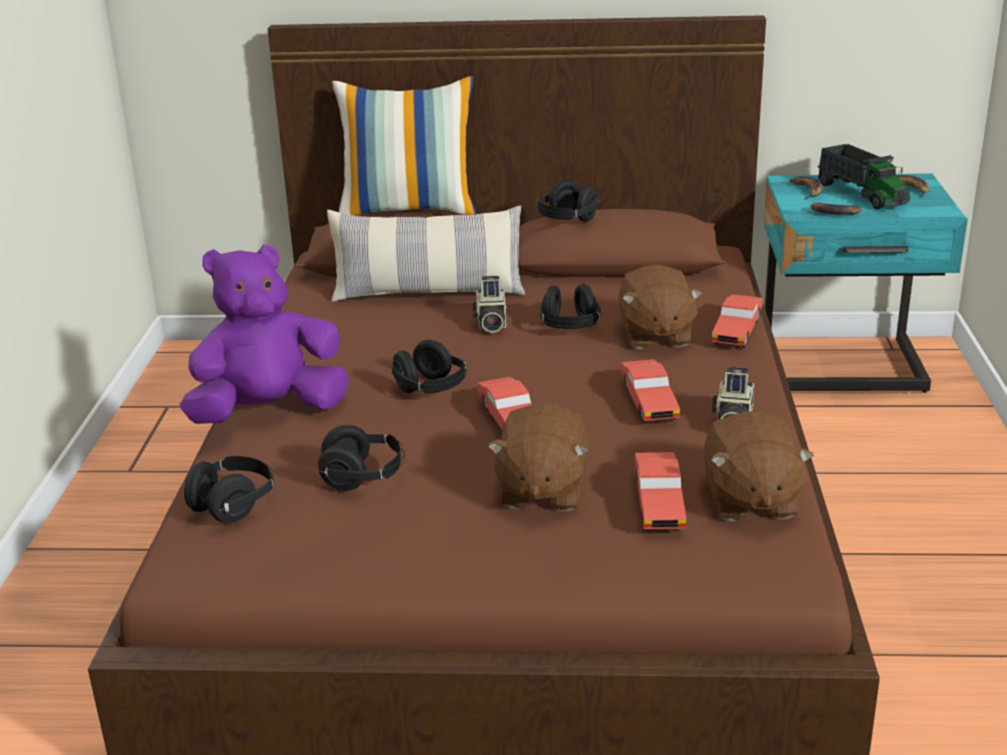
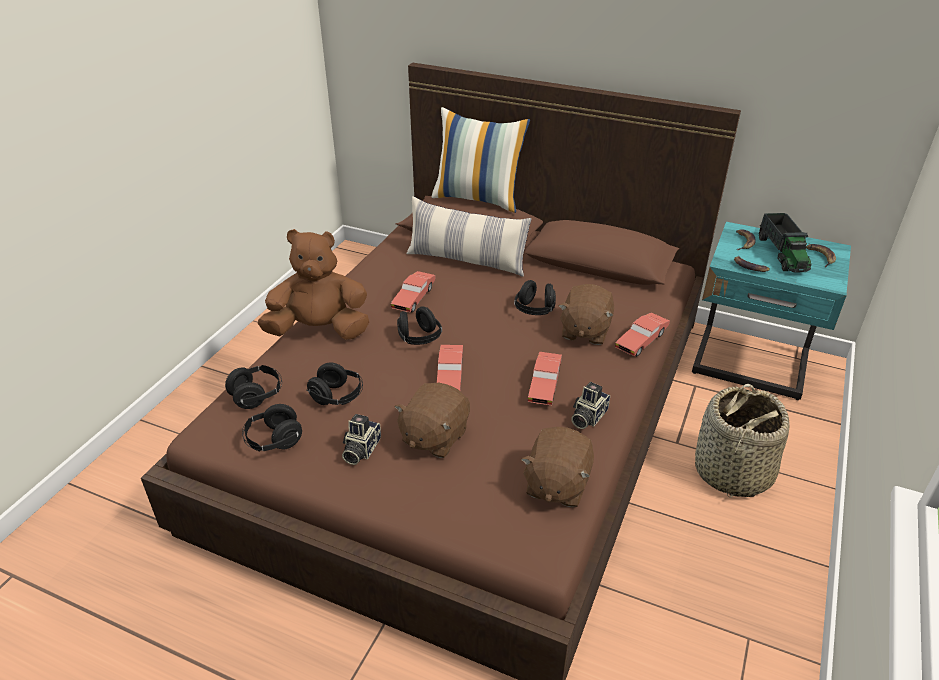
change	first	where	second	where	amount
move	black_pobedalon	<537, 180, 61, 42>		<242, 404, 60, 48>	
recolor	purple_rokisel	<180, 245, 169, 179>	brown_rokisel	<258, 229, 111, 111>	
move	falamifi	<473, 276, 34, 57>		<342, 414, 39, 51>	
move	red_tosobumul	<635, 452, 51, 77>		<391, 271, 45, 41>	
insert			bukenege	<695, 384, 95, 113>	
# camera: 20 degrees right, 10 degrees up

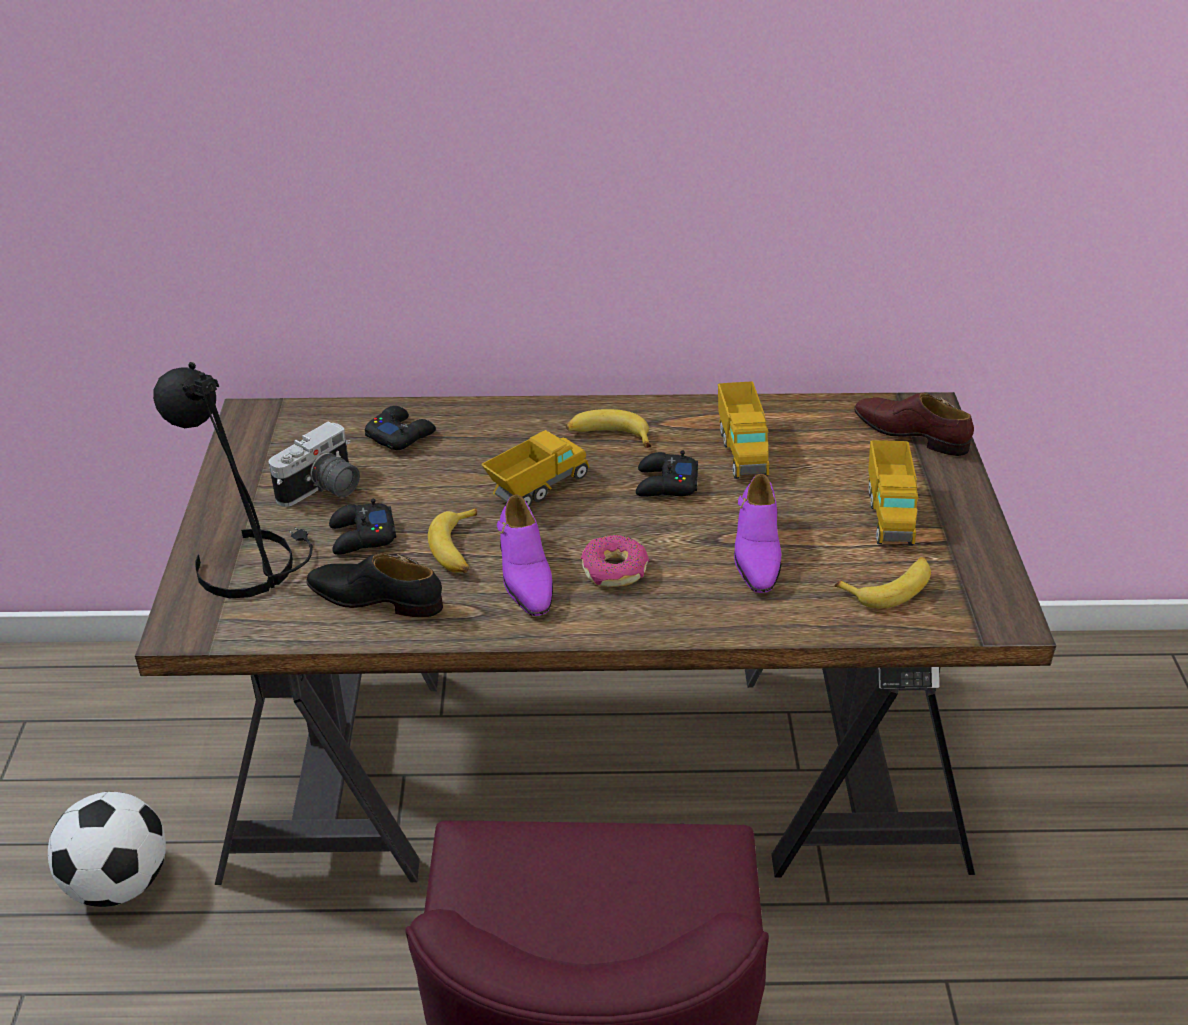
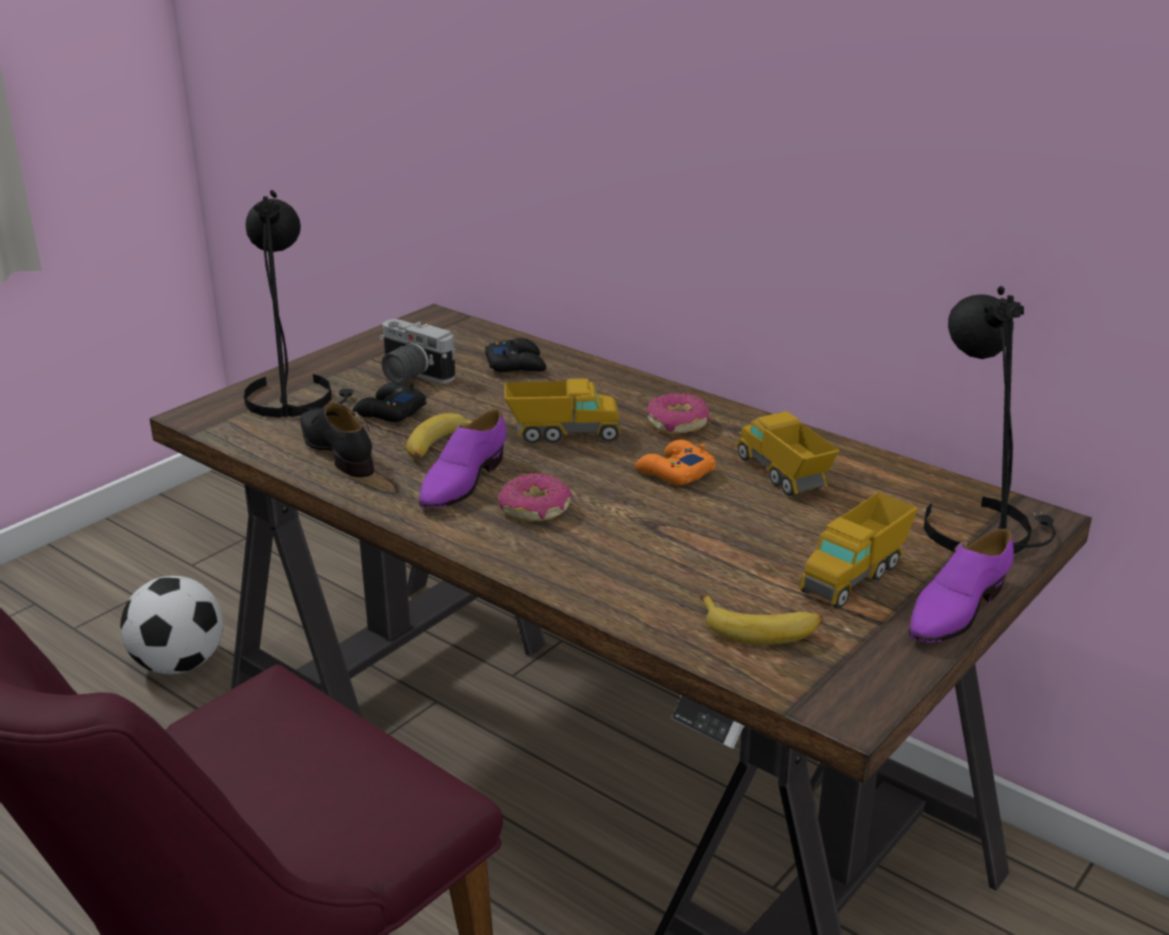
change	first	where	second	where	amount
rotate	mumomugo	<718, 382, 51, 97>		<737, 411, 103, 85>	120 degrees clockwise
replace	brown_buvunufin	<854, 393, 120, 63>	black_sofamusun	<924, 286, 132, 268>	
replace	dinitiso	<566, 409, 85, 39>	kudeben	<647, 393, 63, 42>	
rotate	falamifi	<269, 422, 91, 85>		<380, 319, 75, 65>	45 degrees clockwise
recolor	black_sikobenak	<636, 451, 62, 46>	orange_sikobenak	<635, 440, 81, 45>	
move	purple_buvunufin	<734, 474, 47, 119>		<908, 529, 106, 113>	
# camera: 40 degrees right, 10 degrees down

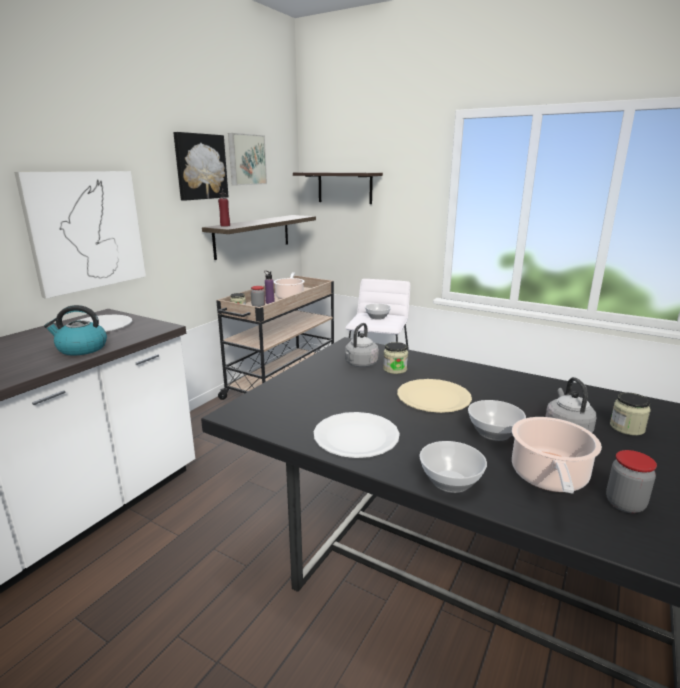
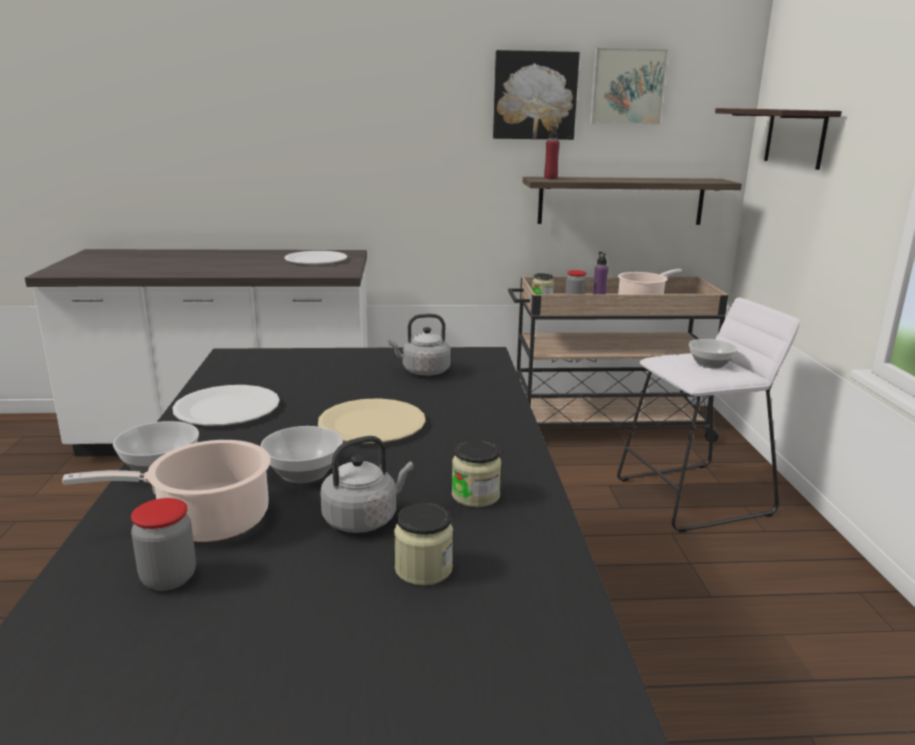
change	first	where	second	where	amount
delete	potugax	<14, 171, 132, 127>			
delete	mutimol	<44, 305, 63, 51>			
move	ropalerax	<383, 342, 25, 32>		<452, 440, 50, 67>	
# camera: 55 degrees right, 0 degrees up

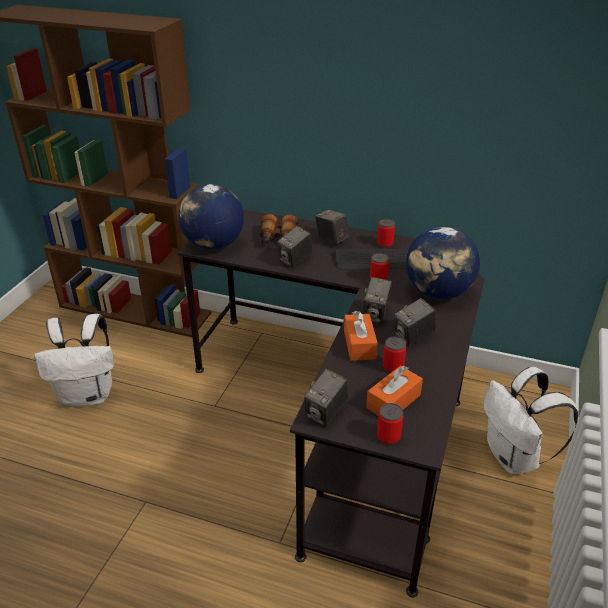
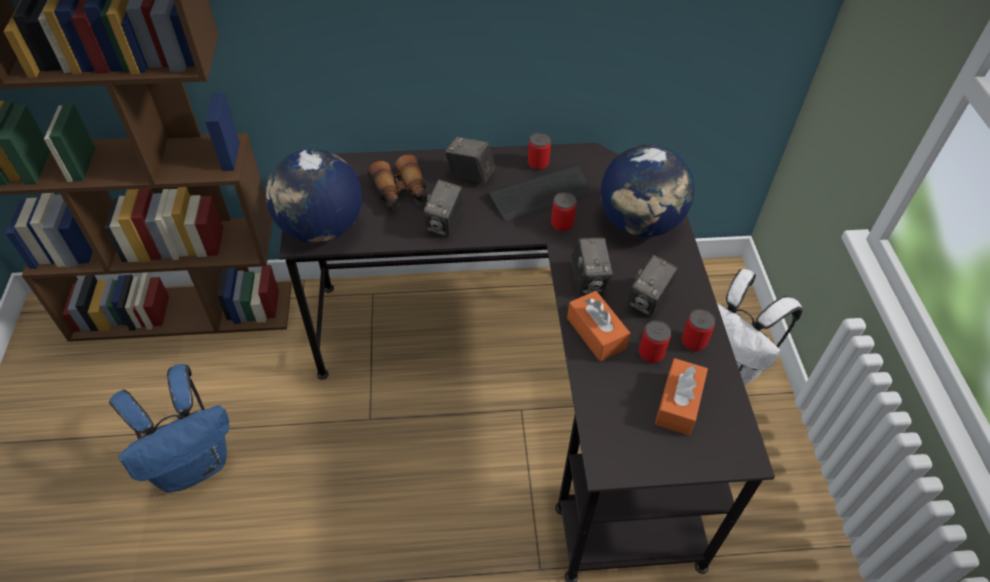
change	first	where	second	where	amount
recolor	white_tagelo	<34, 314, 80, 93>	blue_tagelo	<109, 364, 121, 128>	
delete	falamifi	<304, 369, 44, 58>			
move	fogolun	<377, 403, 27, 42>		<682, 309, 33, 43>	
# camera: 25 degrees left, 15 degrees up

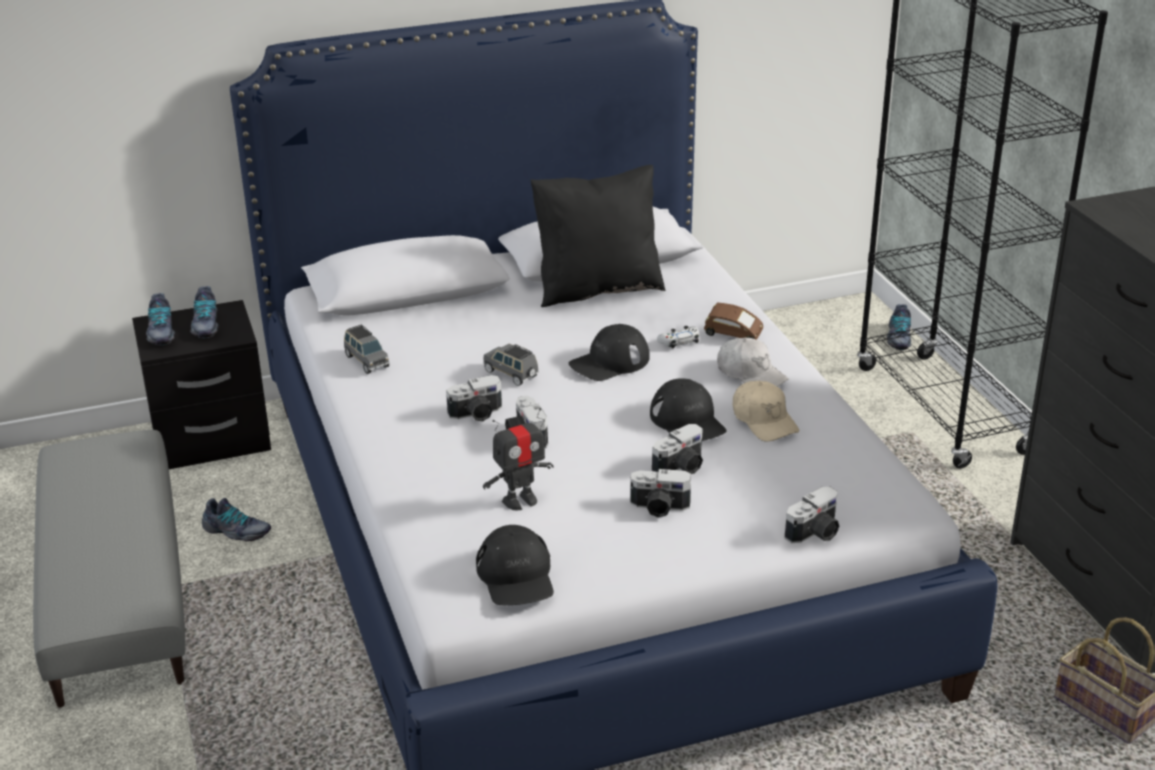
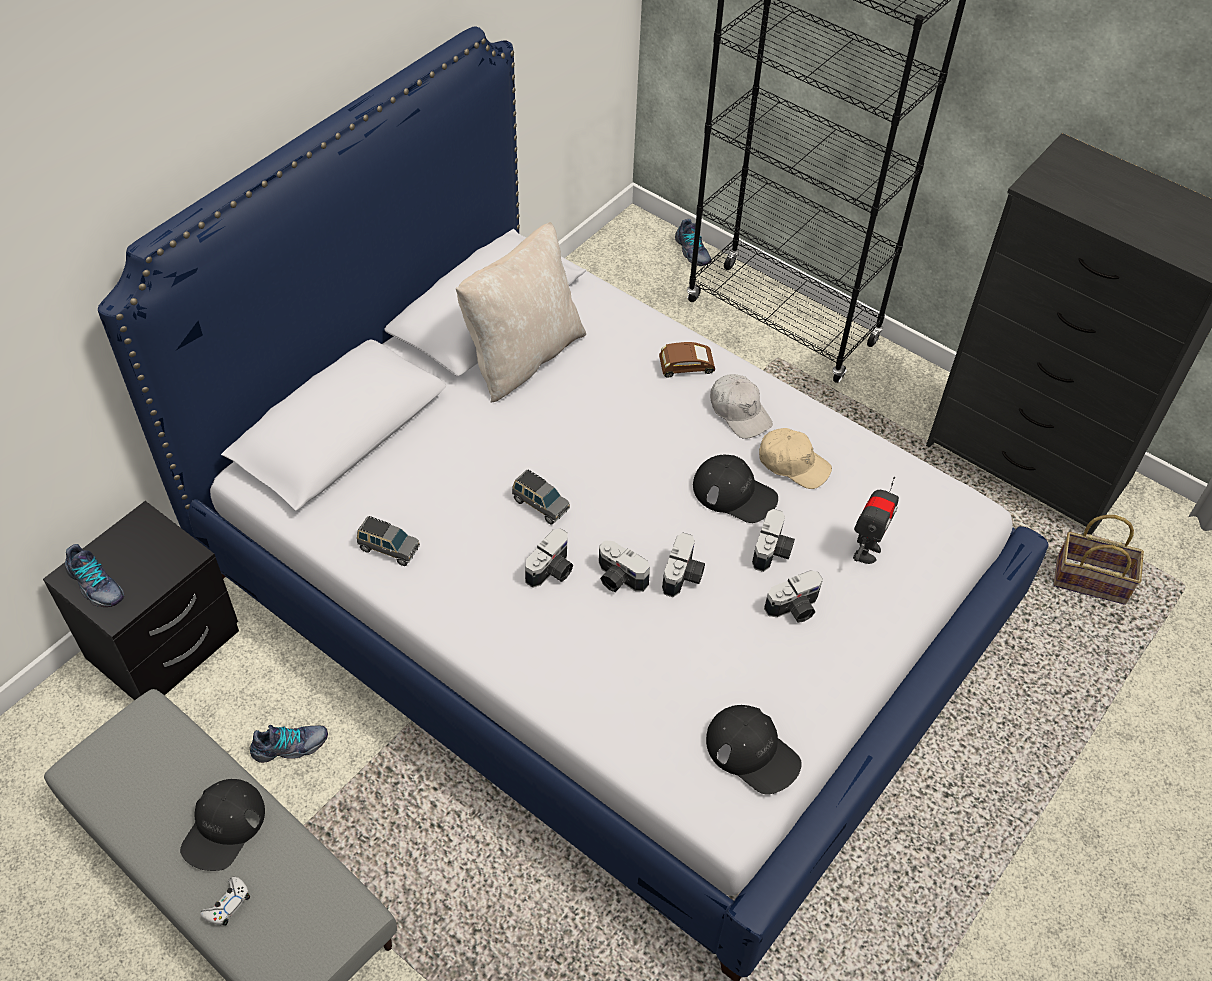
change	first	where	second	where	amount
recolor	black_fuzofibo	<531, 165, 134, 142>	beige_fuzofibo	<456, 222, 130, 181>	
delete	buvunufin	<190, 286, 29, 52>			
move	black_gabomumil	<569, 324, 81, 57>		<180, 779, 85, 92>	
move	white_sikobenak	<657, 326, 42, 22>		<200, 877, 50, 49>	
rotate	white_gabomumil	<717, 337, 71, 50>		<710, 374, 63, 65>	45 degrees clockwise
rotate	grey_tosobumul	<483, 343, 56, 43>		<512, 469, 58, 56>	150 degrees counterclockwise
move	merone	<483, 408, 71, 102>		<853, 477, 46, 87>	
move	falamifi	<784, 487, 55, 56>		<662, 533, 43, 64>	
# camera: 35 degrees left, 20 degrees up

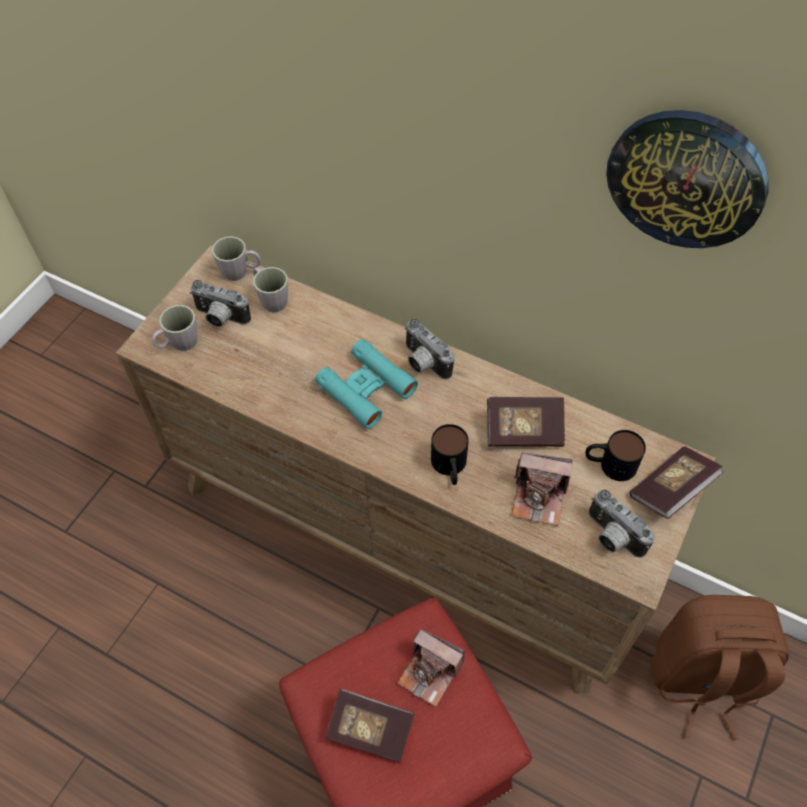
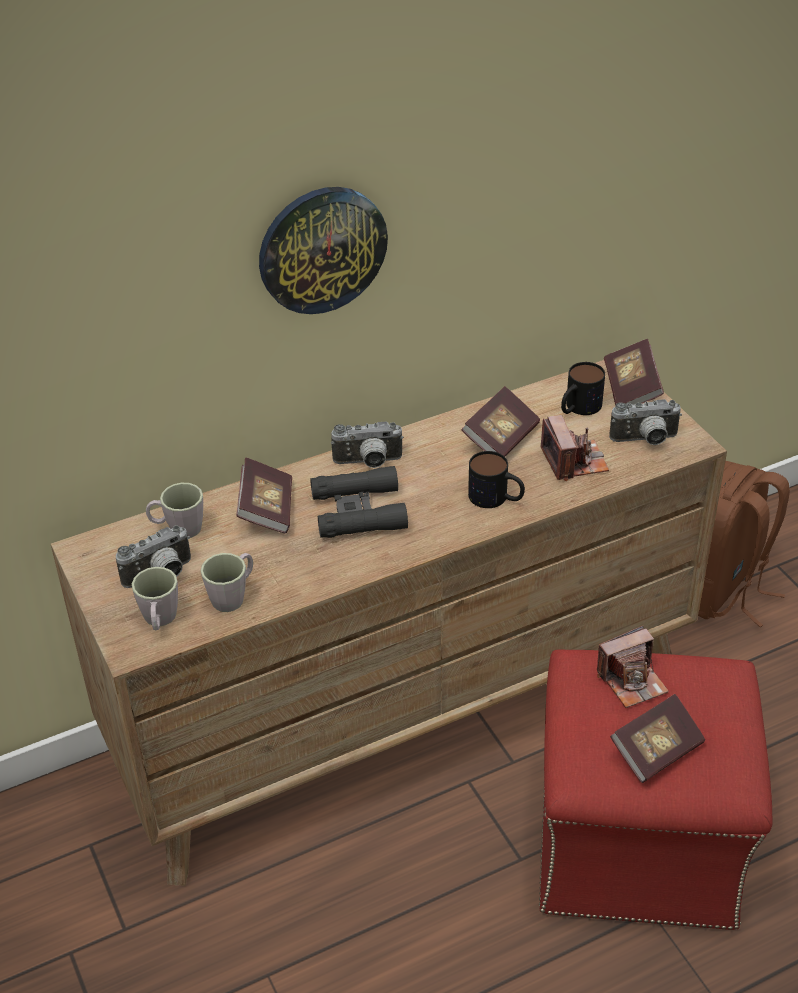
change	first	where	second	where	amount
move	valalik	<606, 110, 163, 138>		<259, 187, 129, 127>	
move	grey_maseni	<212, 236, 49, 45>		<201, 553, 52, 59>	
recolor	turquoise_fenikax	<315, 339, 103, 90>	black_fenikax	<310, 466, 98, 72>	
rotate	falamifi	<511, 453, 61, 73>		<541, 415, 68, 66>	60 degrees counterclockwise
insert			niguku	<236, 457, 56, 76>	
# camera: 55 degrees left, 15 degrees down

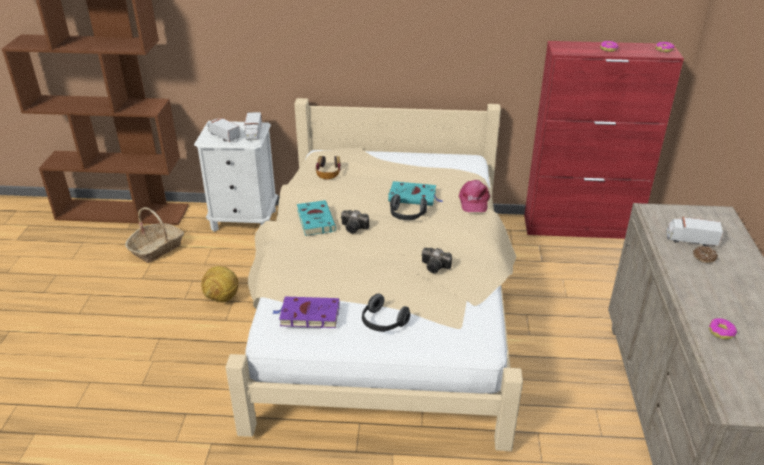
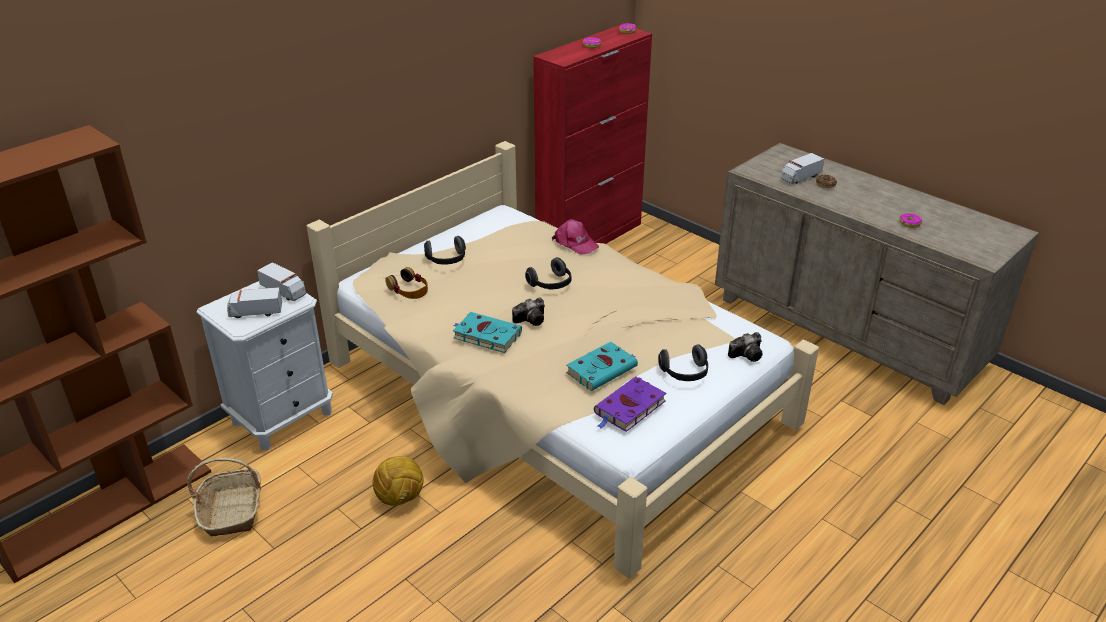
change	first	where	second	where	amount
move	turquoise_niguku	<388, 181, 55, 25>		<566, 342, 72, 49>	
move	falamifi	<421, 248, 31, 25>		<728, 332, 34, 30>	
insert			pobedalon	<424, 236, 42, 29>	
# camera: 50 degrees left, 0 degrees up

